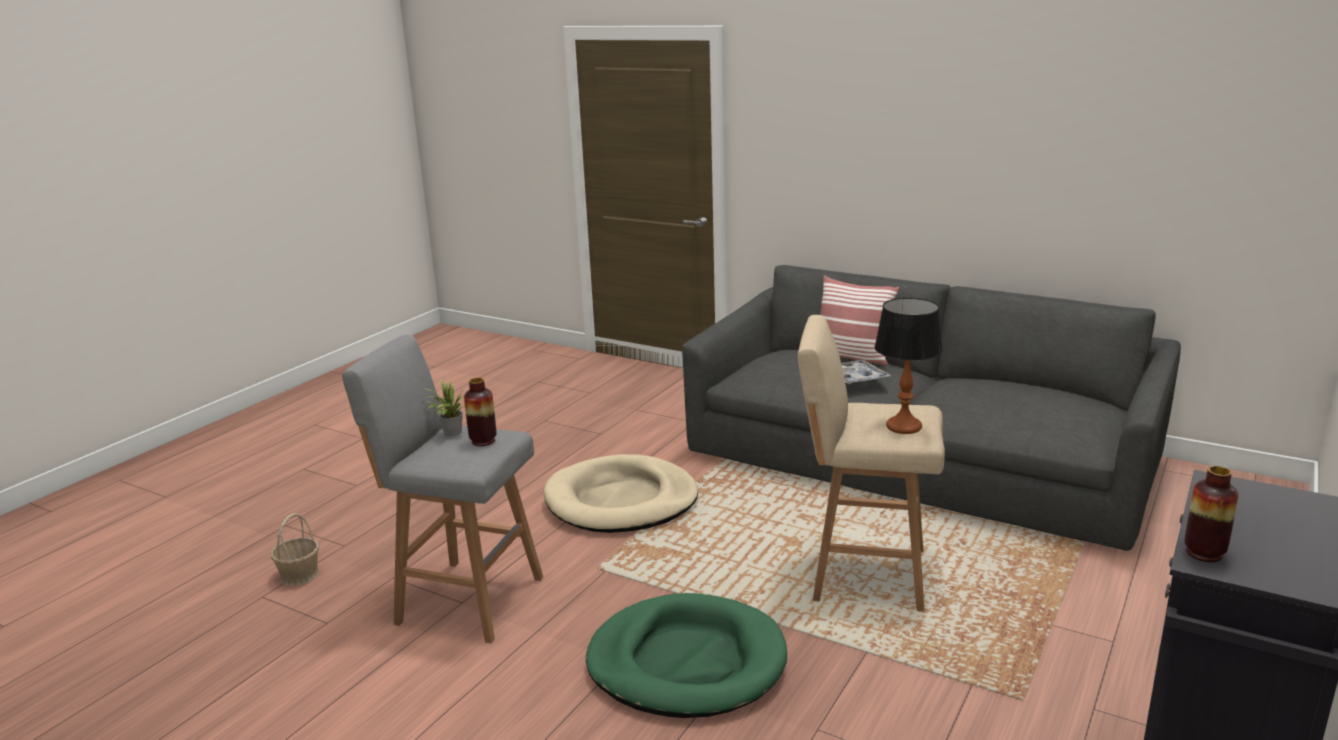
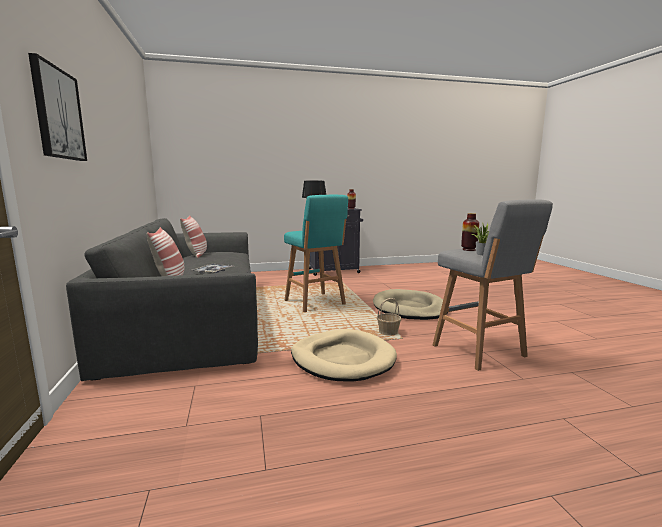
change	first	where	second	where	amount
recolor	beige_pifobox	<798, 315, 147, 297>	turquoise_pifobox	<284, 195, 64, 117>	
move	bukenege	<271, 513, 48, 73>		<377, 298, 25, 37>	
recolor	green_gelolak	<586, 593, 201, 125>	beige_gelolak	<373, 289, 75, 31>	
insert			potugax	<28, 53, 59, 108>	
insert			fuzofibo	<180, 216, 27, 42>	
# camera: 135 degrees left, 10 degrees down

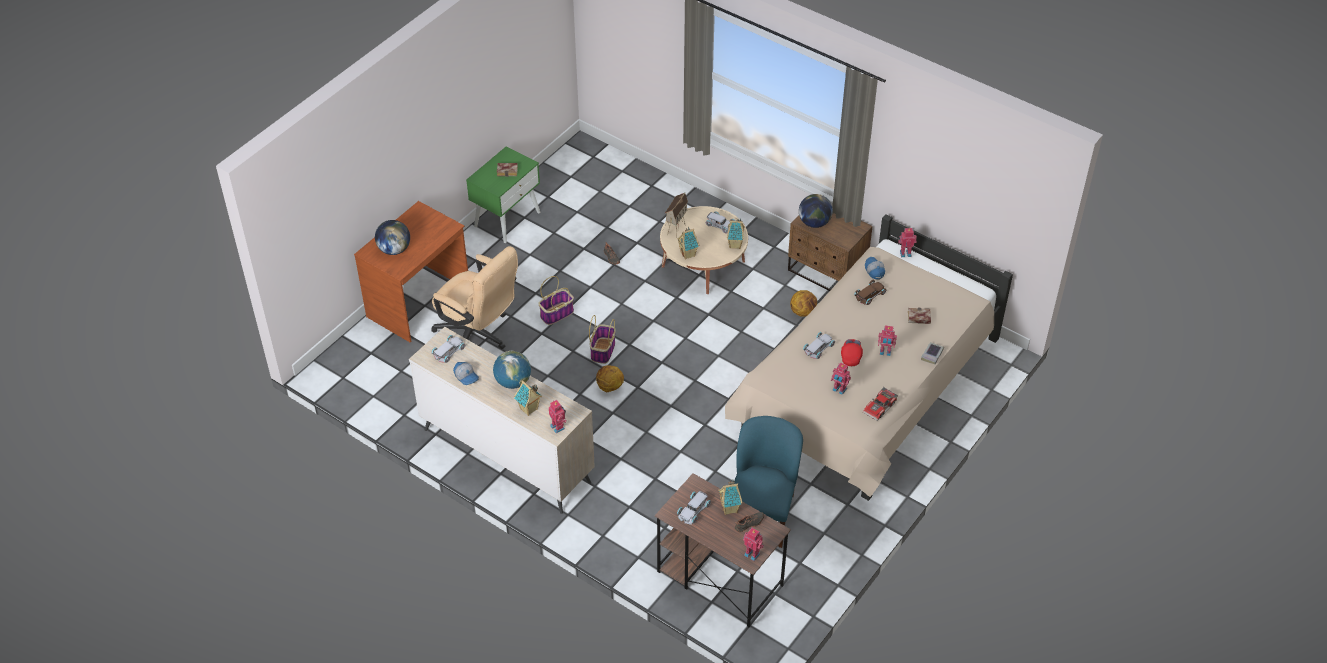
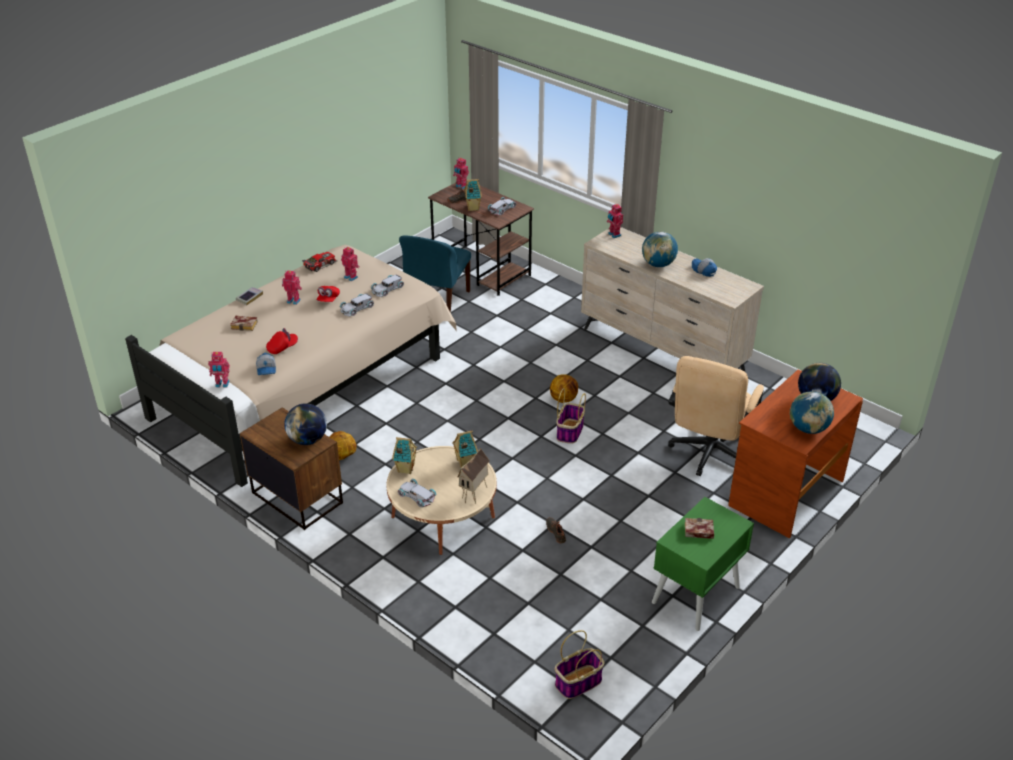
change	first	where	second	where	amount
rotate	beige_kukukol	<431, 246, 87, 103>		<668, 356, 96, 120>	105 degrees counterclockwise
move	bukenege	<538, 276, 36, 49>		<555, 630, 49, 69>	
replace	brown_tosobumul	<854, 280, 33, 25>	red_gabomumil	<266, 328, 32, 26>	
move	white_tosobumul	<432, 335, 34, 28>		<371, 275, 33, 22>	
delete	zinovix	<514, 380, 28, 36>			
insert			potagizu	<790, 391, 44, 43>	
# camera: 175 degrees left, 10 degrees down

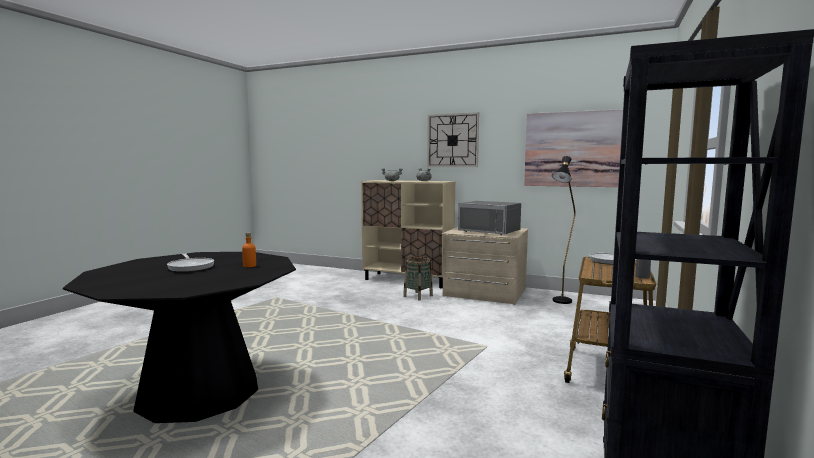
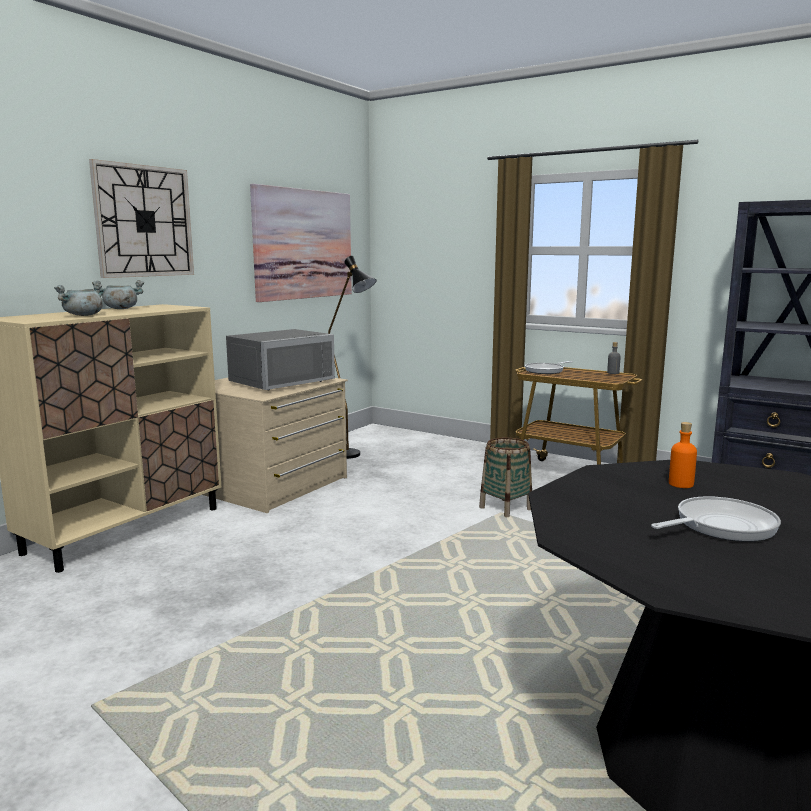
change	first	where	second	where	amount
move	bukenege	<403, 256, 30, 44>		<479, 438, 53, 79>	
# camera: 80 degrees left, 5 degrees up

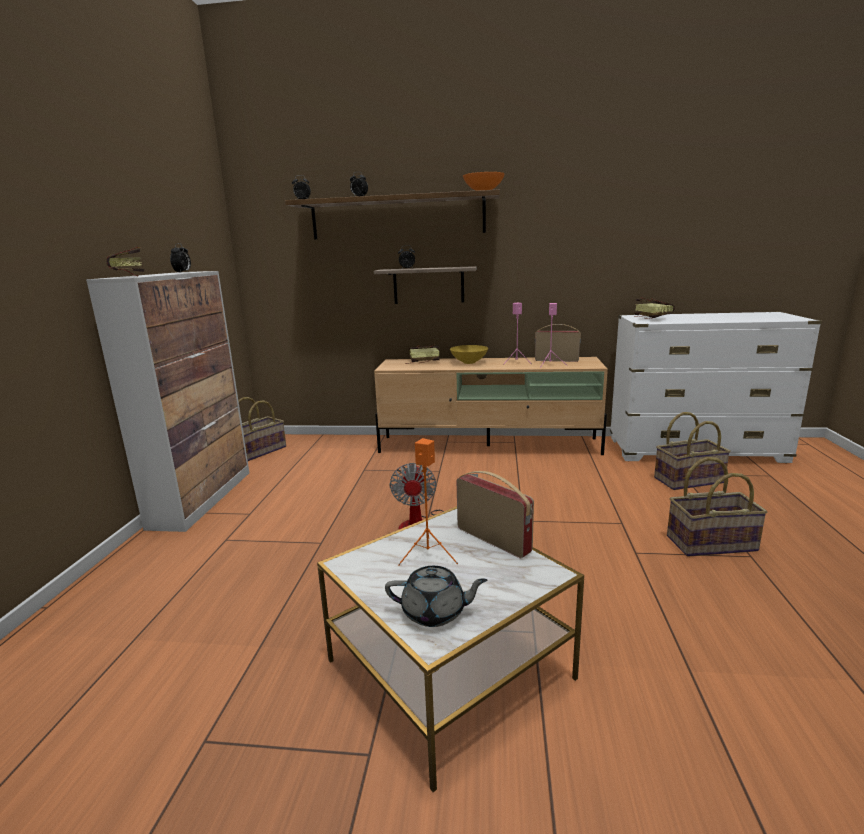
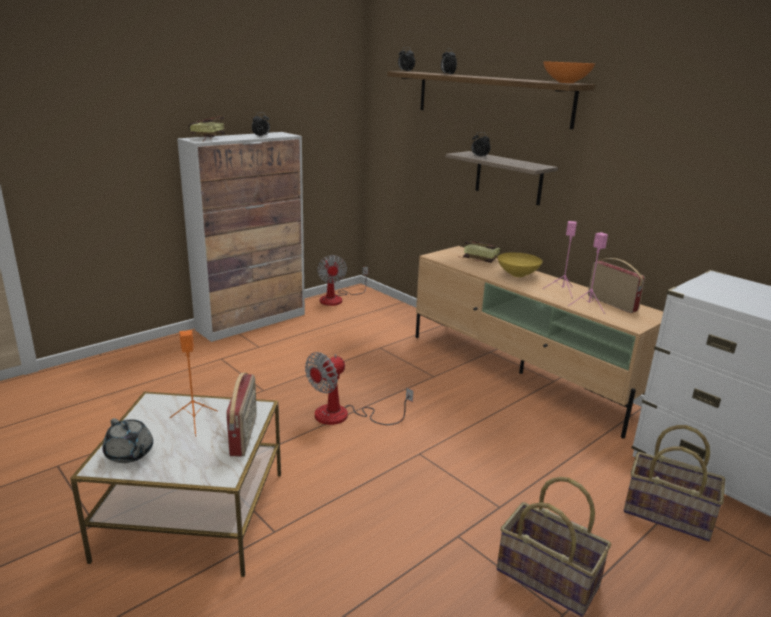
change	first	where	second	where	amount
delete	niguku	<633, 297, 42, 22>			
replace	bukenege	<238, 397, 48, 64>	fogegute	<317, 255, 51, 51>	
# camera: 40 degrees right, 5 degrees up

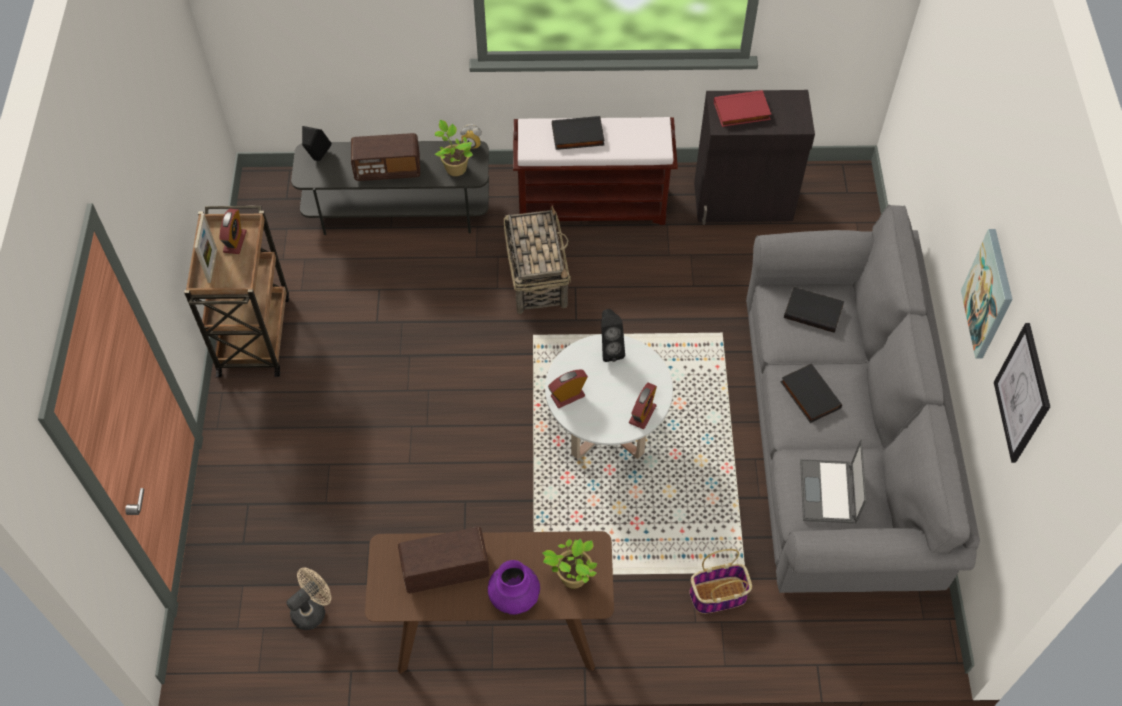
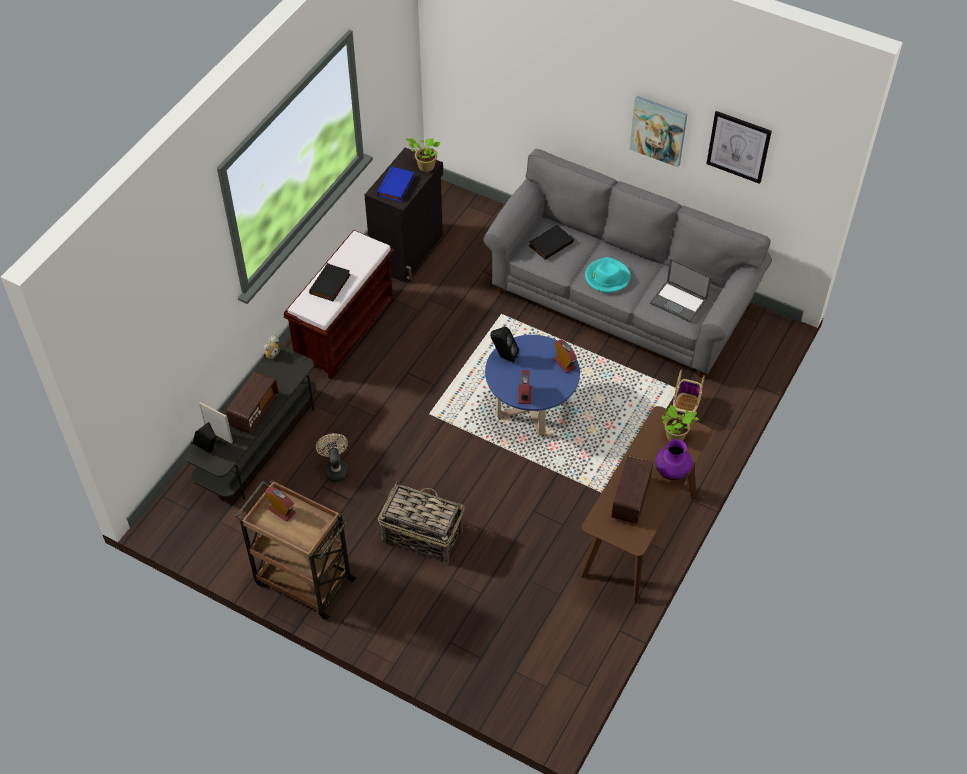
change	first	where	second	where	amount
recolor	red_niguku	<714, 90, 58, 37>	blue_niguku	<377, 166, 38, 36>	
move	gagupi	<435, 120, 38, 56>		<406, 138, 34, 34>	
move	bukenege	<504, 206, 67, 108>		<378, 481, 87, 83>	
move	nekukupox	<194, 213, 23, 70>		<199, 402, 34, 42>	
recolor	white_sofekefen	<545, 334, 128, 126>	blue_sofekefen	<485, 335, 95, 101>	
replace	black_niguku	<780, 363, 62, 60>	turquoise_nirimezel	<585, 257, 46, 36>	
move	beige_fogegute	<286, 567, 45, 63>		<316, 433, 33, 49>	
# camera: 60 degrees left, 5 degrees down

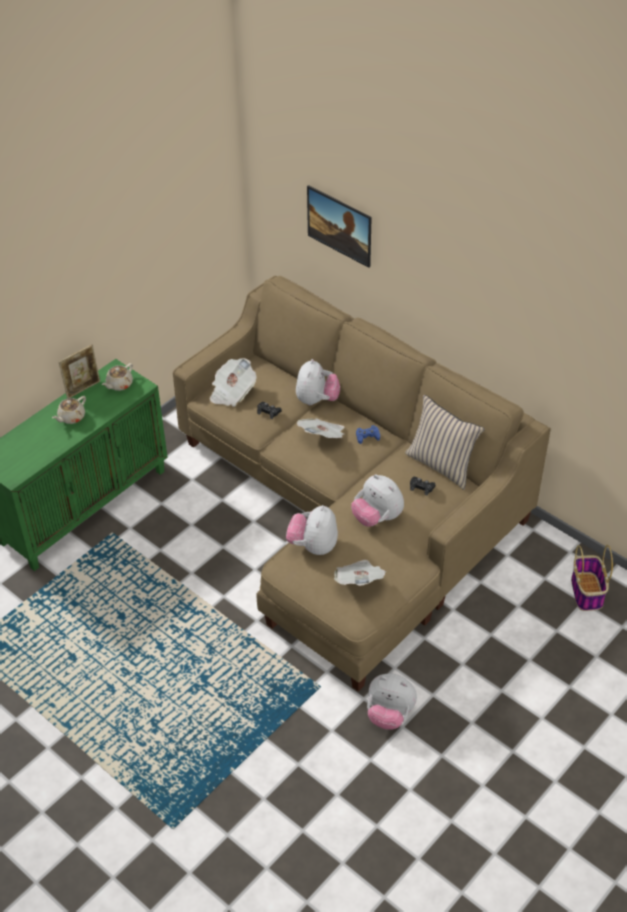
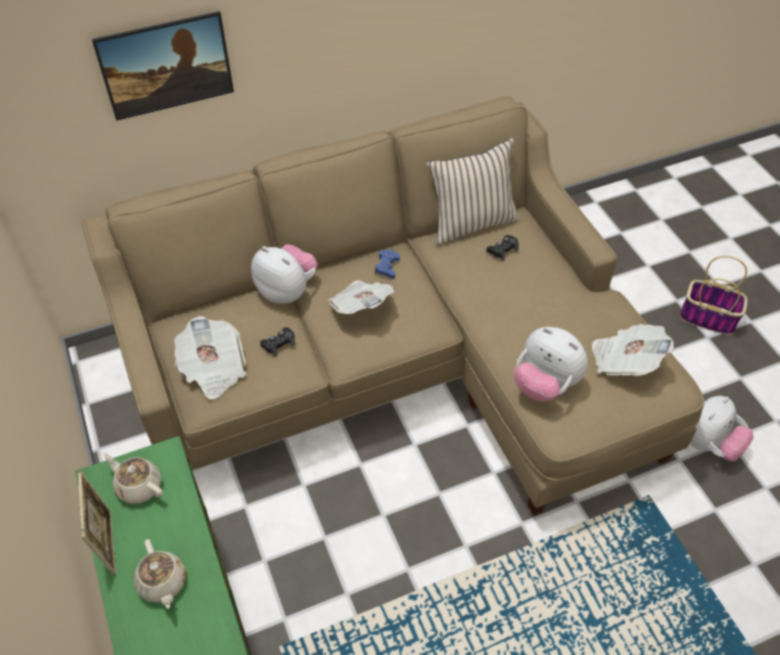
change	first	where	second	where	amount
rotate	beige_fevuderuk	<102, 363, 31, 28>		<102, 453, 61, 51>	150 degrees clockwise
delete	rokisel	<351, 474, 53, 53>			
move	bukenege	<571, 545, 42, 66>		<680, 256, 67, 79>	
# camera: 65 degrees left, 5 degrees up

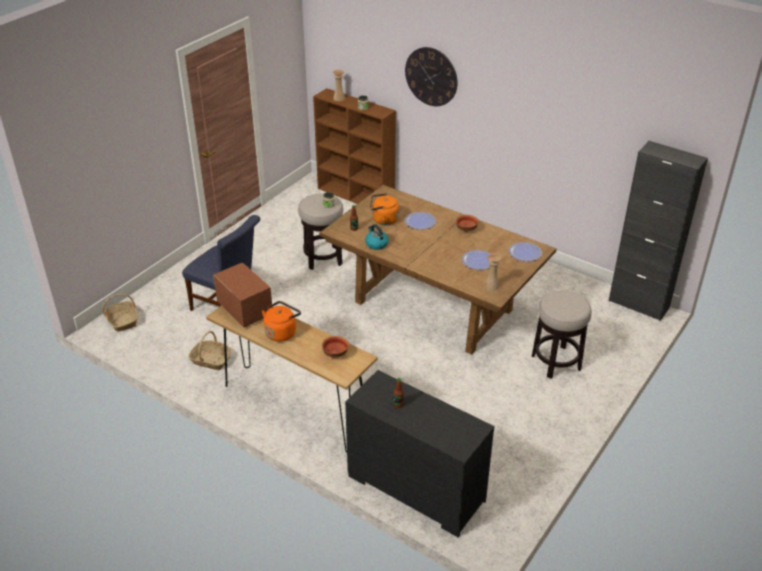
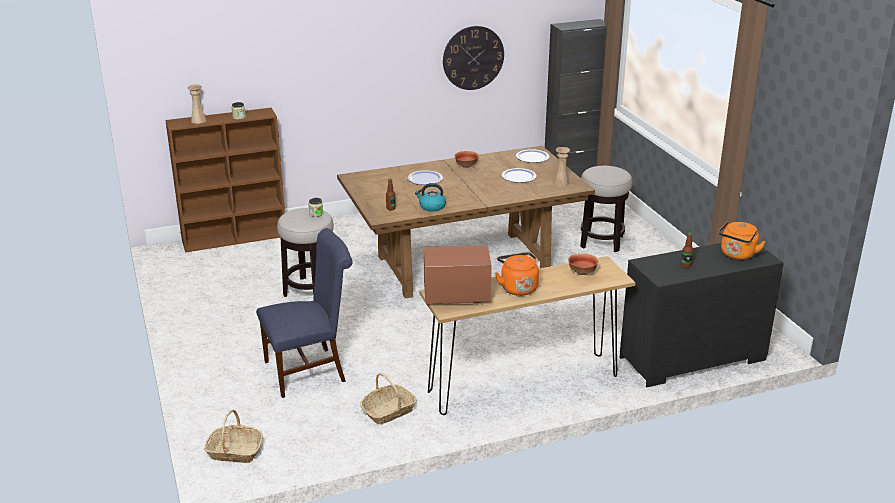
change	first	where	second	where	amount
move	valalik	<405, 47, 53, 59>		<443, 26, 61, 64>	
move	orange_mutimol	<370, 193, 29, 32>		<719, 221, 47, 39>	
# camera: 55 degrees left, 10 degrees down

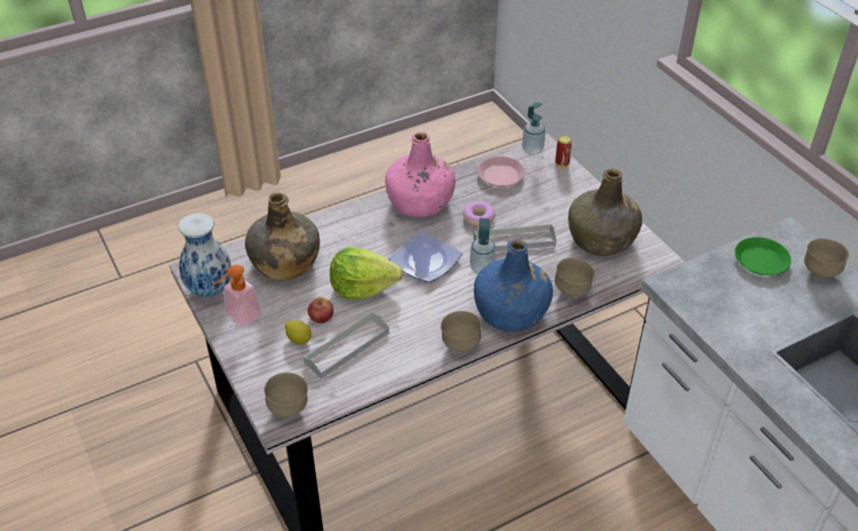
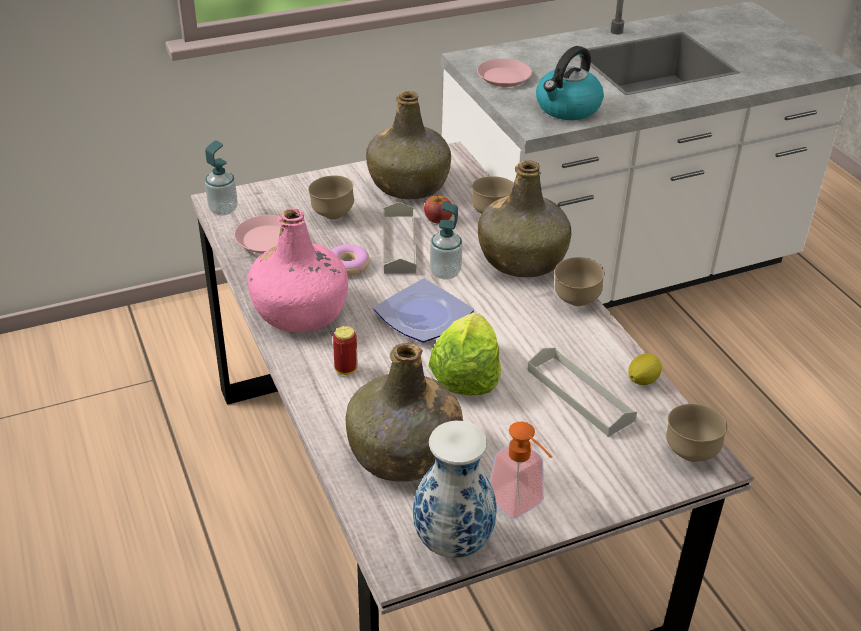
change	first	where	second	where	amount
move	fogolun	<555, 136, 17, 31>		<333, 326, 24, 49>	
recolor	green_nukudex	<735, 237, 56, 38>	pink_nukudex	<477, 59, 55, 28>	
recolor	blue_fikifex	<474, 239, 79, 93>	green_fikifex	<478, 160, 93, 117>	
move	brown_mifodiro	<804, 239, 45, 40>		<308, 175, 46, 45>	
move	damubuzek	<308, 297, 26, 26>		<424, 195, 28, 28>	
move	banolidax	<285, 320, 26, 24>		<628, 353, 34, 32>	
insert			mutimol	<536, 46, 68, 74>	
# camera: 85 degrees left, 5 degrees down

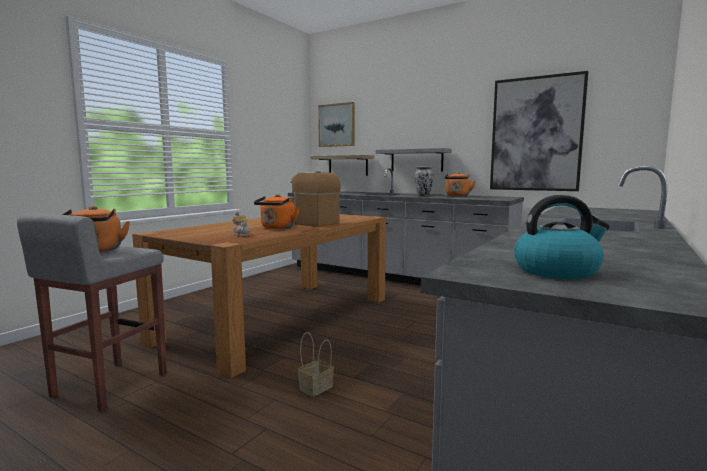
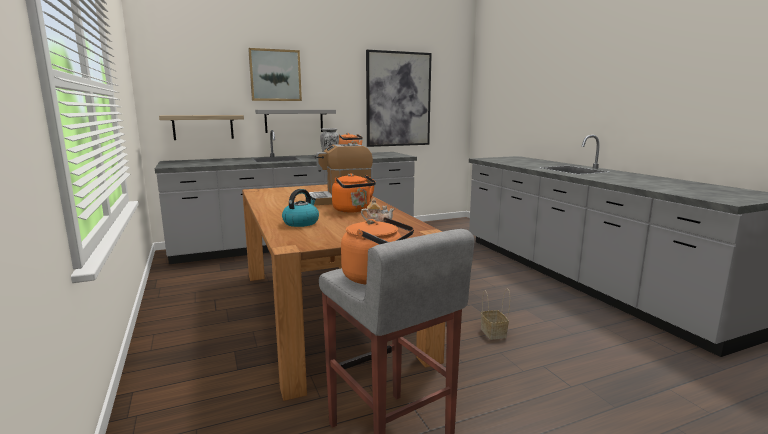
change	first	where	second	where	amount
move	potugax	<318, 102, 36, 45>		<248, 48, 54, 53>	
move	mutimol	<514, 195, 96, 84>		<282, 189, 37, 38>	
# camera: 55 degrees left, 5 degrees up

